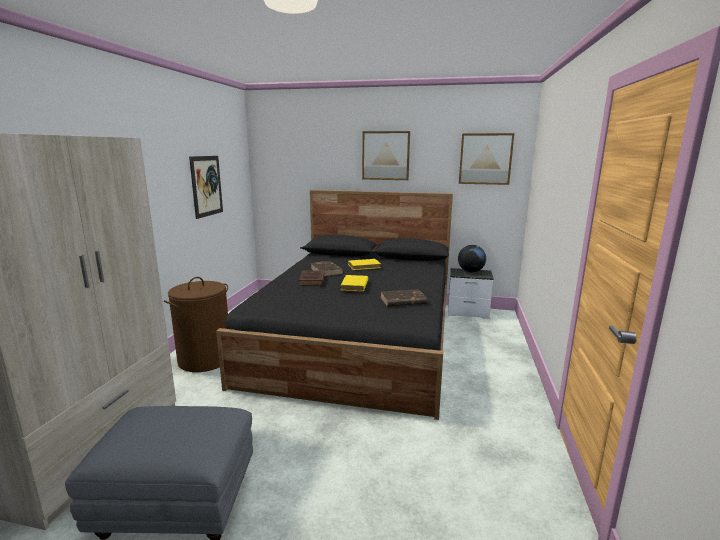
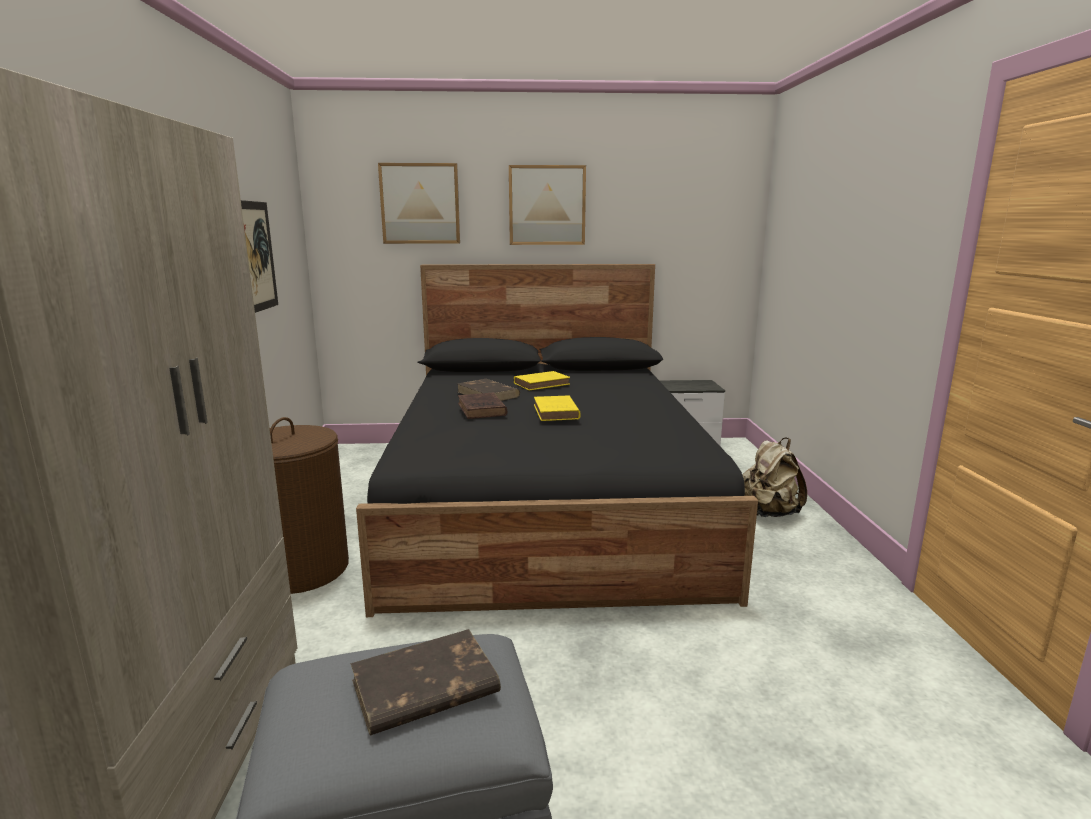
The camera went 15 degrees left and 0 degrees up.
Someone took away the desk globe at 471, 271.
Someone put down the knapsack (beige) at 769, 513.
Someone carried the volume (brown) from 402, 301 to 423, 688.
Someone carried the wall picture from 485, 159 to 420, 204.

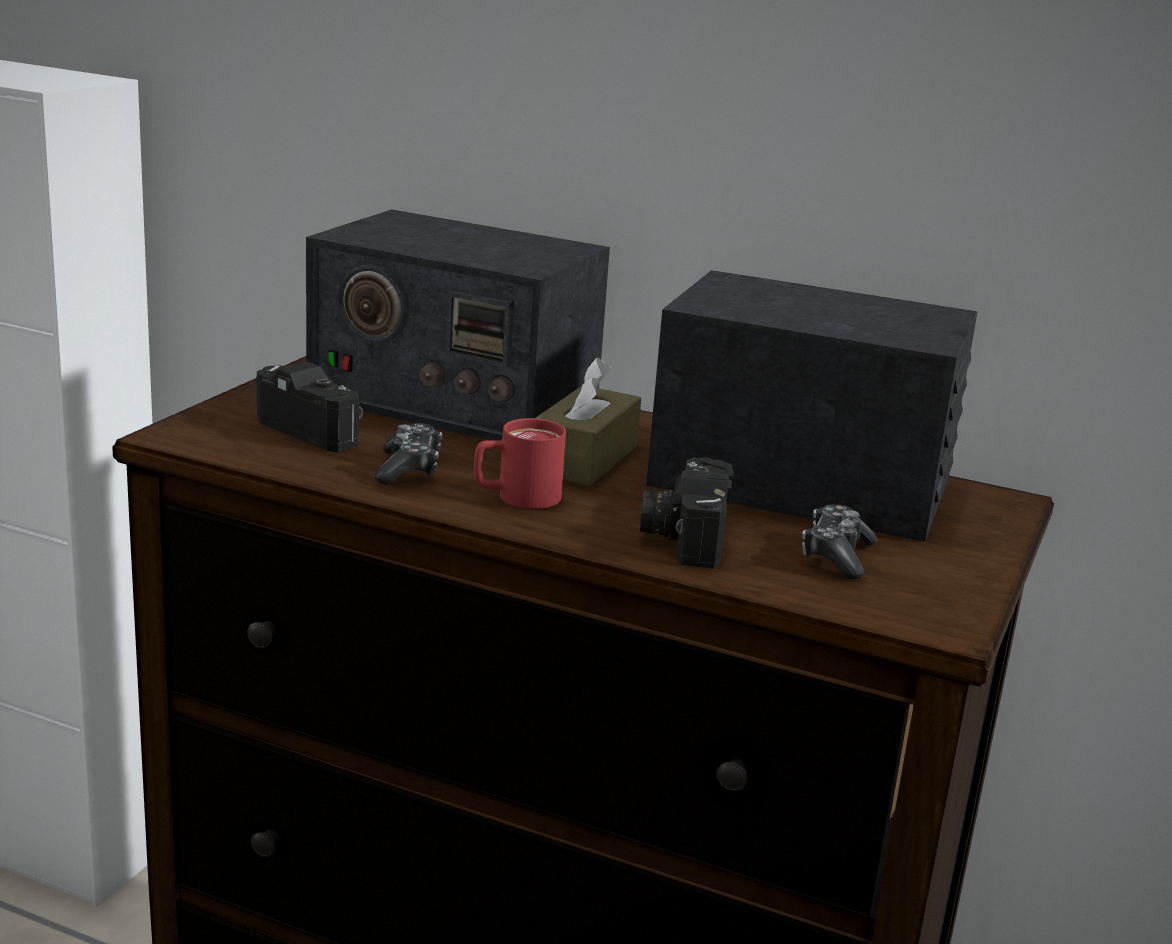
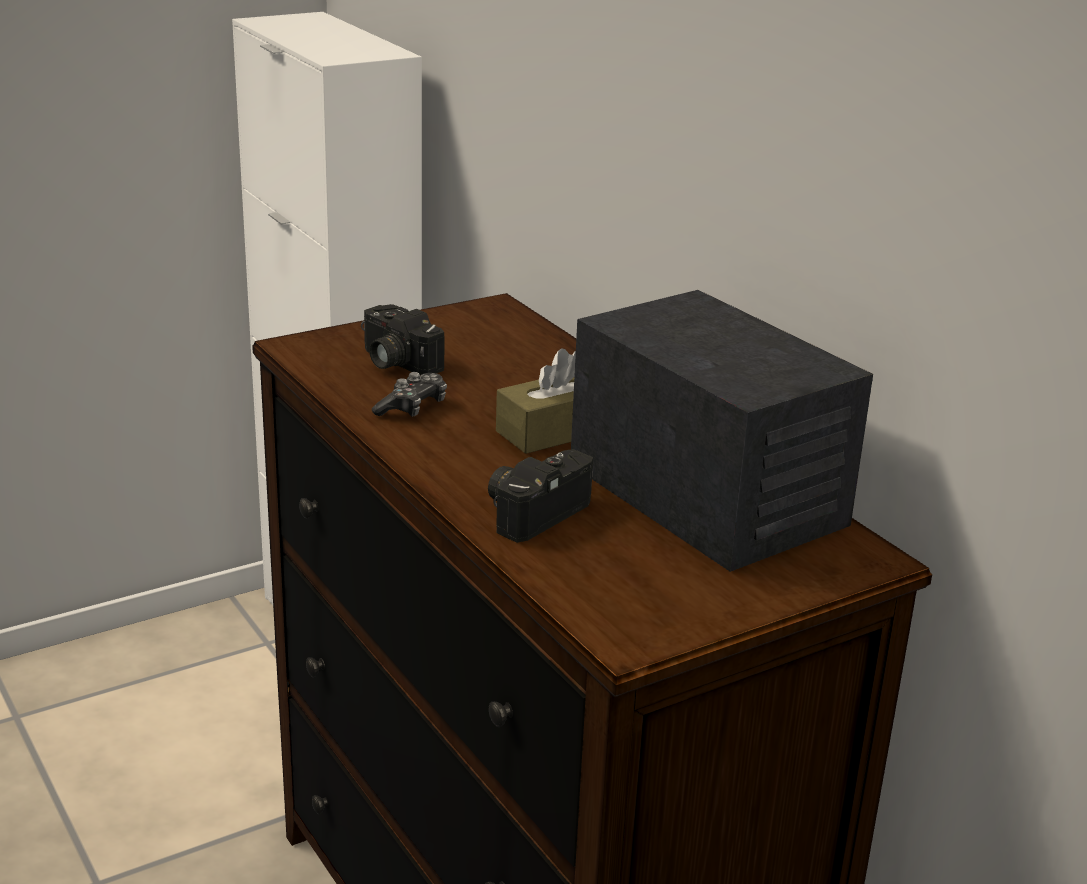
The camera went 35 degrees right and 5 degrees up.
Someone took away the radio set at 452, 400.
Someone took away the coffee mug (reddish) at 516, 498.
Someone took away the game controller at 836, 556.
Someone rotated the photo camera at 318, 429 by 150 degrees clockwise.

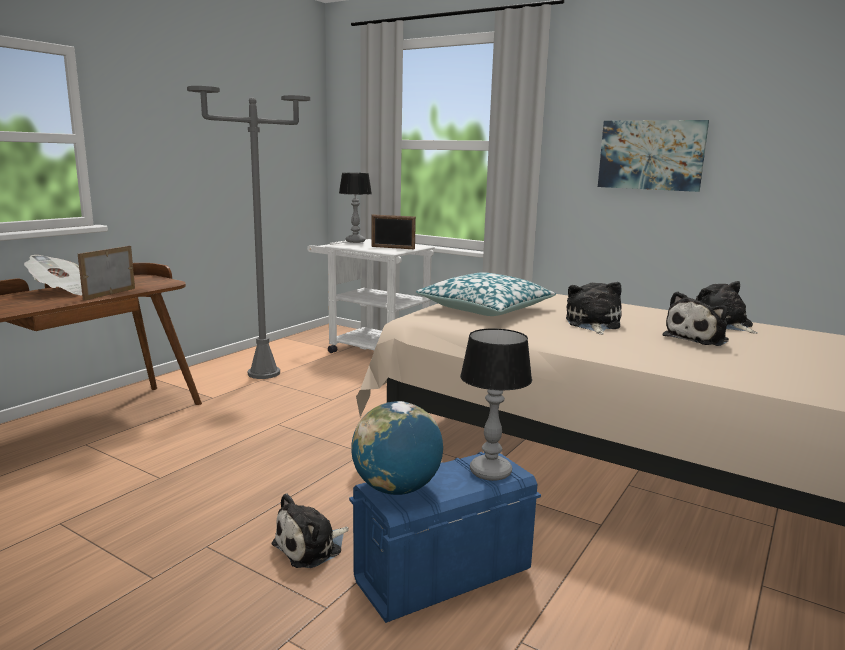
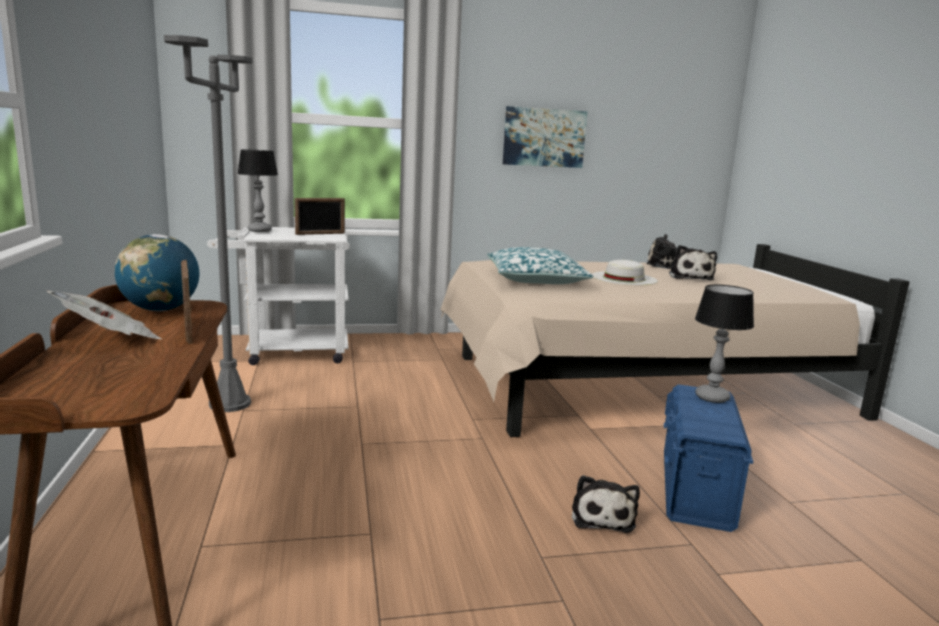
The camera went 45 degrees left and 0 degrees up.
Someone carried the desk globe from 396, 489 to 160, 309.
Someone swapped the cuddly toy at 592, 324 for the clothing hat (white) at 624, 278.

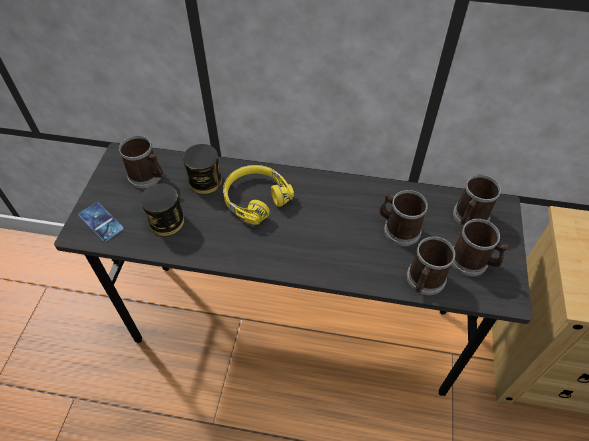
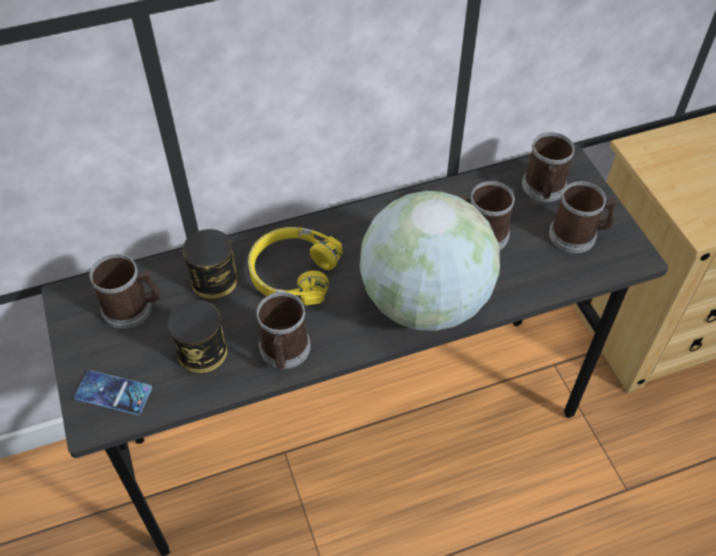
The camera went 30 degrees left and 0 degrees up.
Someone put down the desk globe at 425, 301.
Someone carried the coffee mug from 424, 281 to 284, 352.

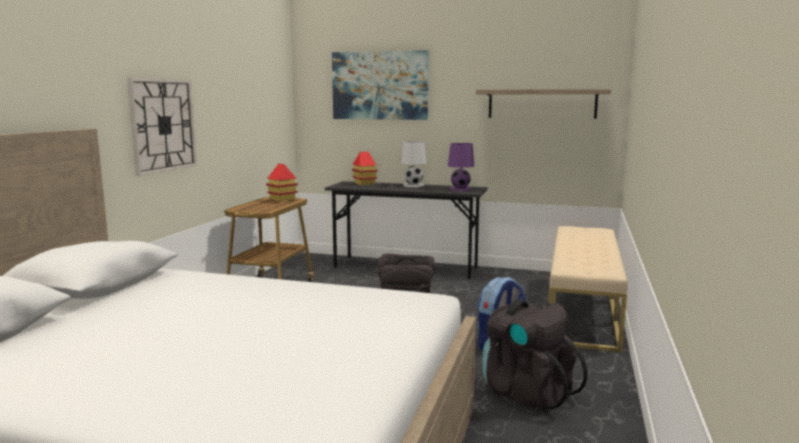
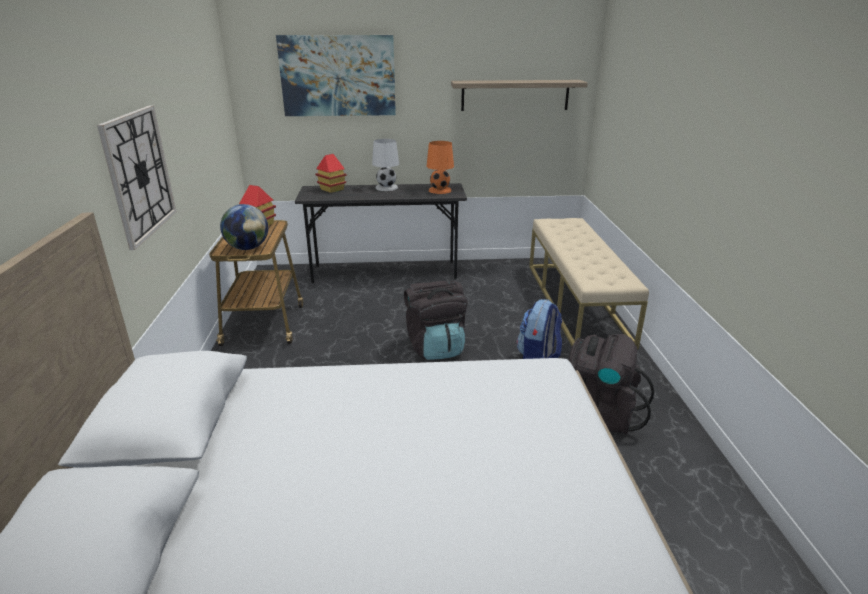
The camera went 20 degrees left and 15 degrees up.
Someone put down the desk globe at 248, 248.
Someone repainted the lamp for a table (purplish) at 460, 189, which became the lamp for a table (orangey) at 440, 190.

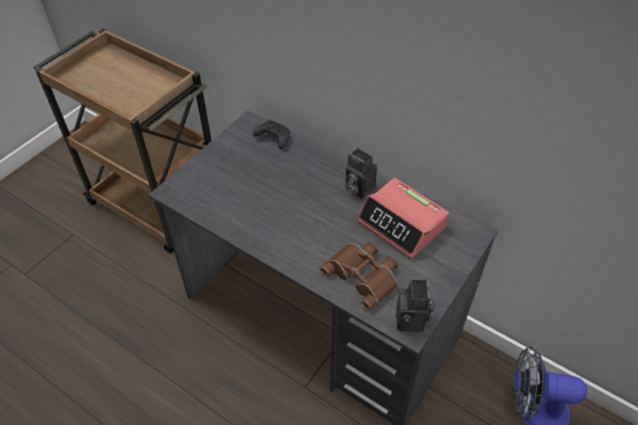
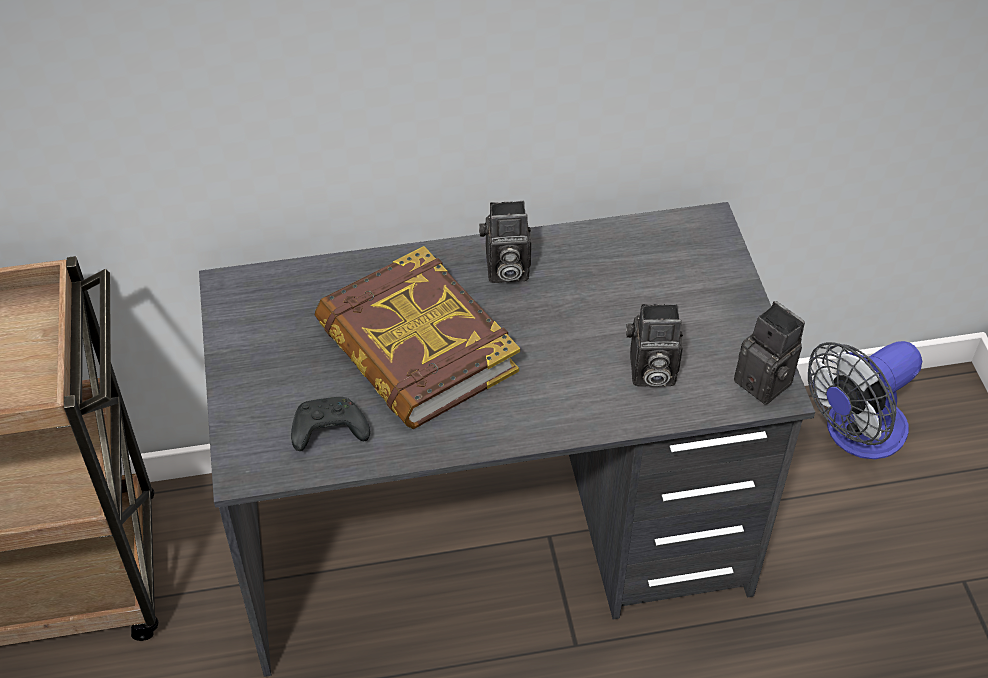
The camera went 45 degrees left and 0 degrees up.
Someone took away the table clock at 402, 224.
Someone put down the volume at 415, 349.
Someone carried the game controller (blackish) from 273, 138 to 327, 432.
Someone swapped the pair of binoculars (brown) at 364, 275 for the photo camera at 649, 373.

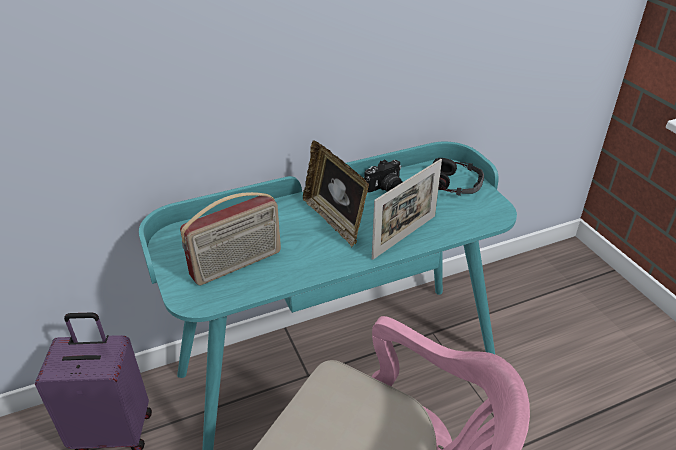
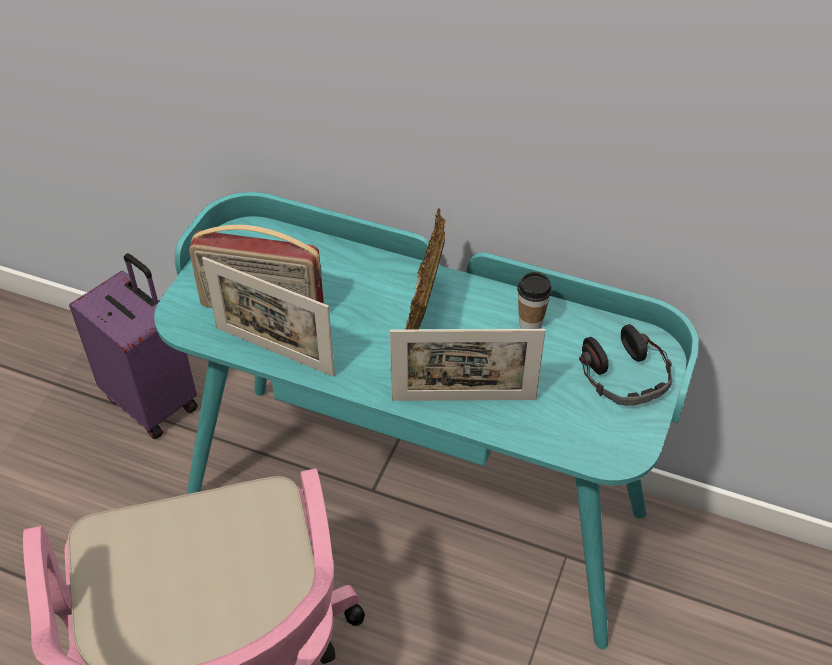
The camera went 45 degrees right and 10 degrees up.
Someone put down the standing frame at 274, 351.
Someone swapped the photo camera at 385, 189 for the small cup at 530, 323.

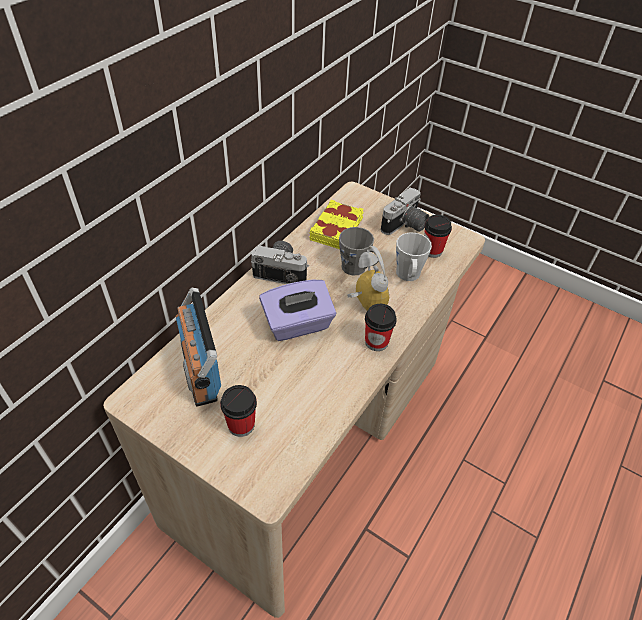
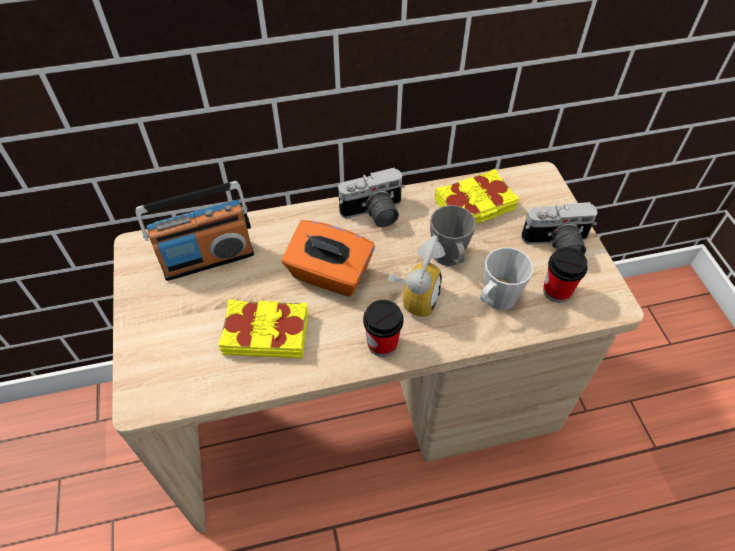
The camera went 45 degrees right and 5 degrees up.
Someone took away the small cup at 241, 425.
Someone put down the volume (yellowish) at 266, 332.
Someone repainted the tissue box (purplish) at 298, 325, which became the tissue box (orangey) at 329, 275.
Someone rotated the radio set at 200, 370 by 135 degrees counterclockwise.
Someone rotated the photo camera at 282, 271 by 105 degrees clockwise.

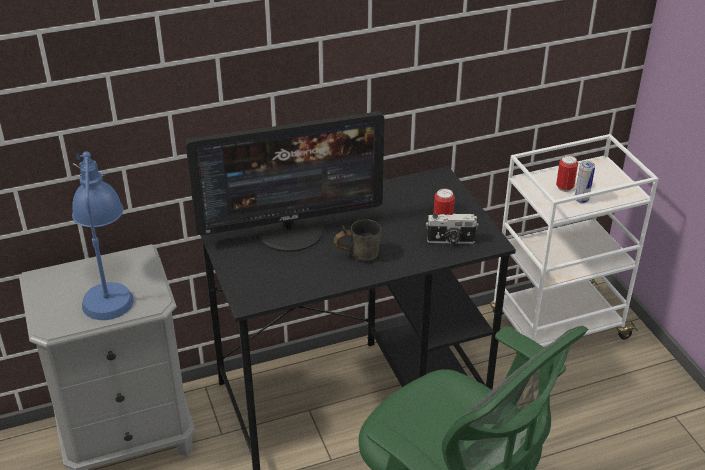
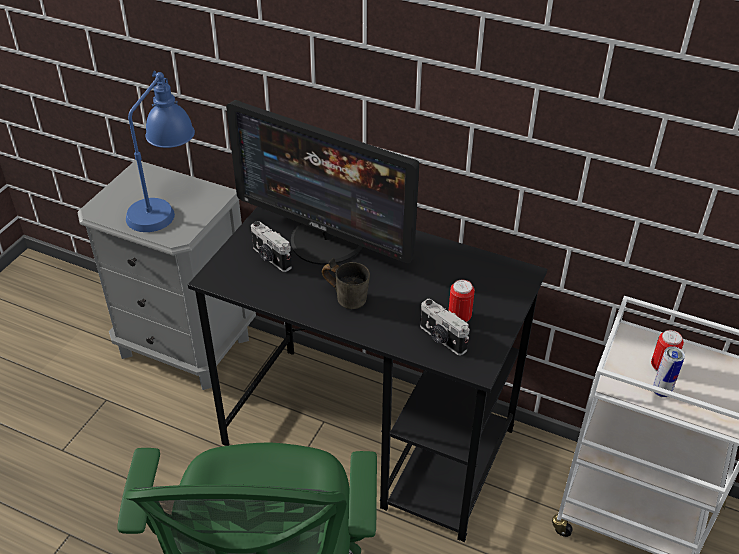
The camera went 45 degrees right and 5 degrees up.
Someone put down the photo camera at 271, 258.

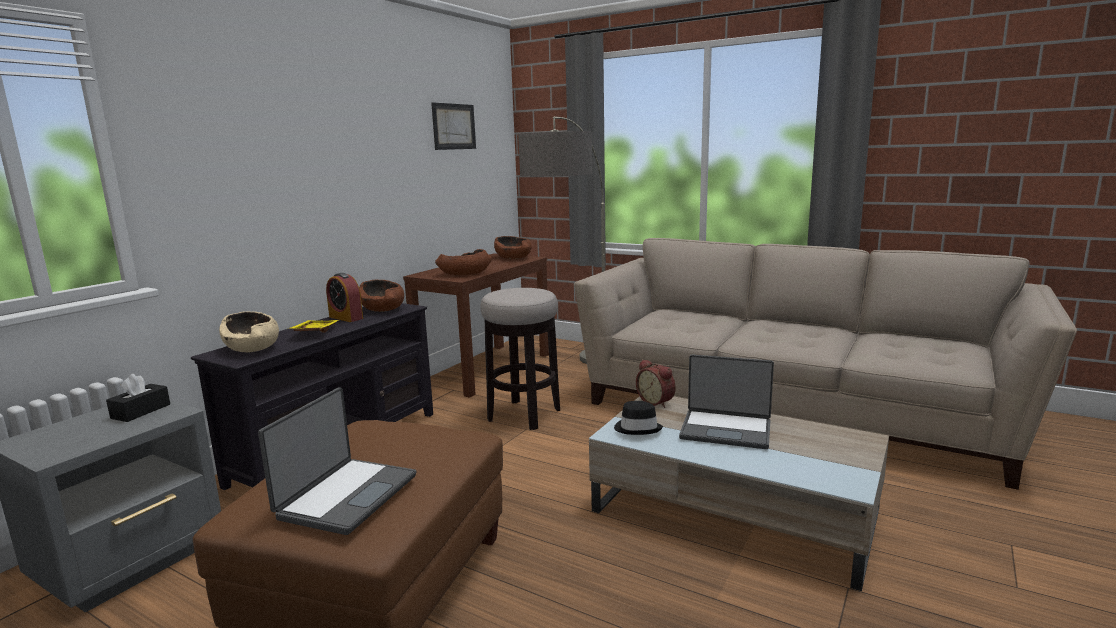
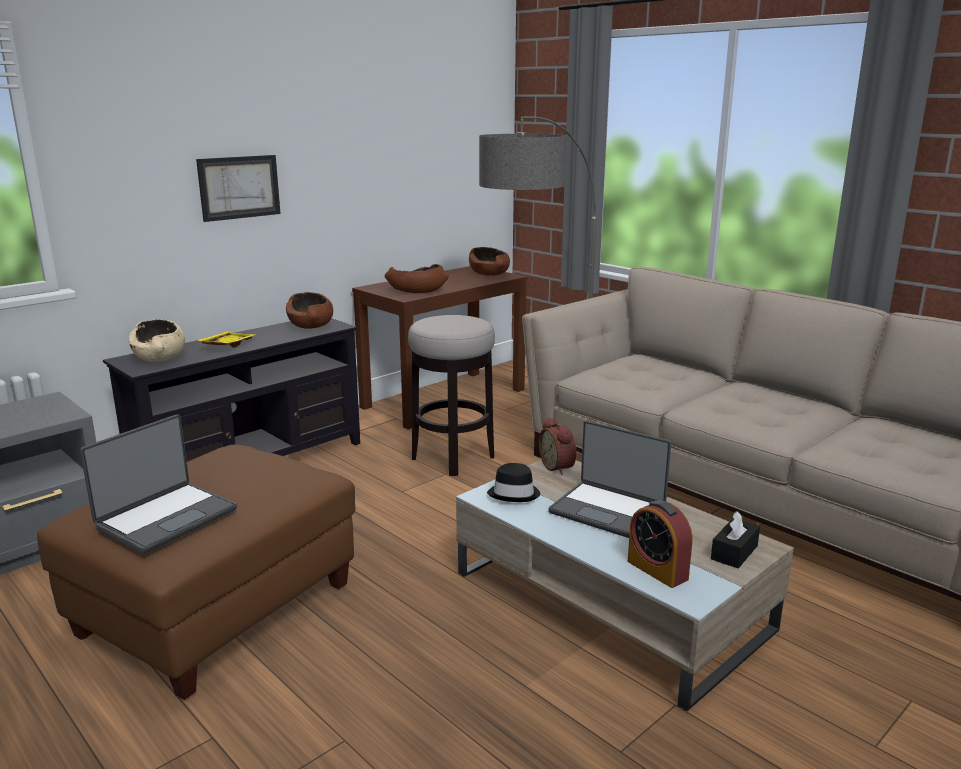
The camera went 15 degrees right and 5 degrees up.
Someone carried the tissue box (blackish) from 141, 411 to 734, 552.
Someone carried the table clock from 346, 318 to 657, 570.
Someone carried the wall picture from 453, 126 to 239, 187.

